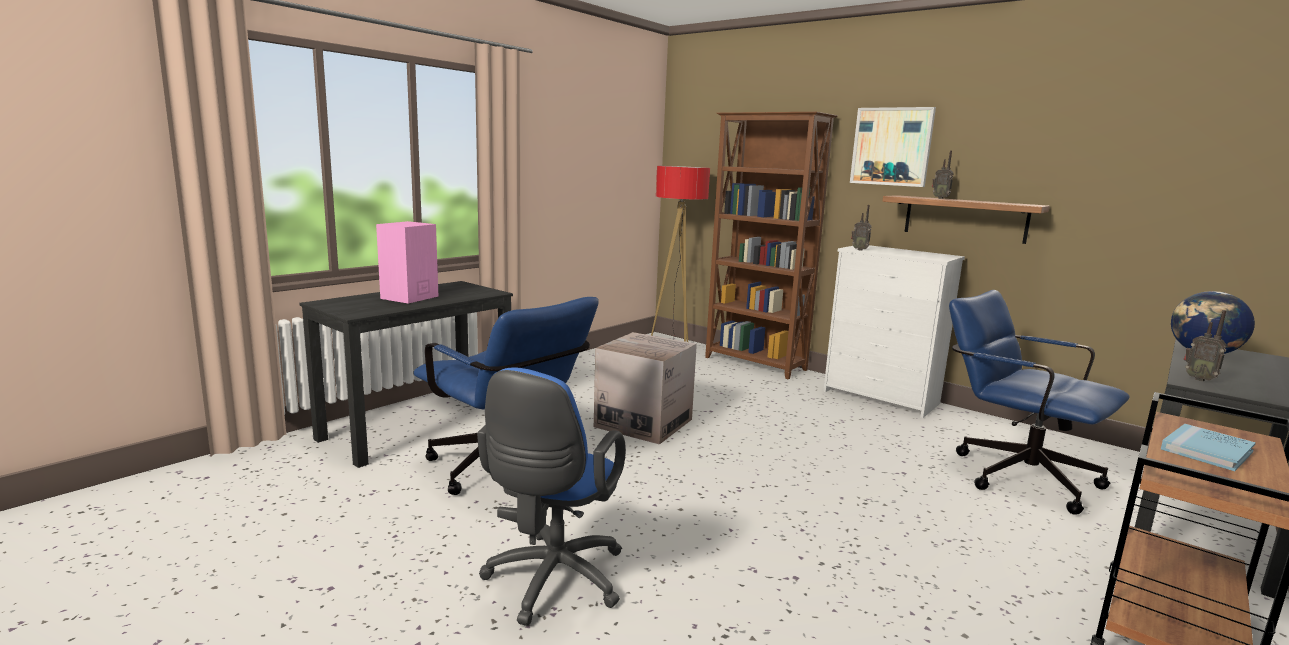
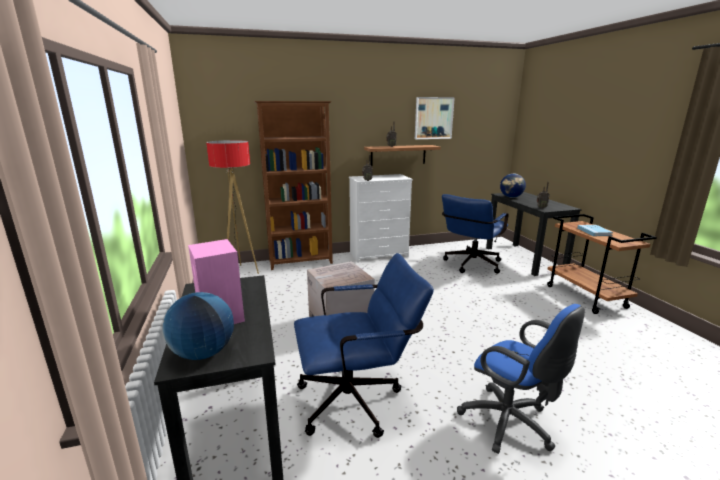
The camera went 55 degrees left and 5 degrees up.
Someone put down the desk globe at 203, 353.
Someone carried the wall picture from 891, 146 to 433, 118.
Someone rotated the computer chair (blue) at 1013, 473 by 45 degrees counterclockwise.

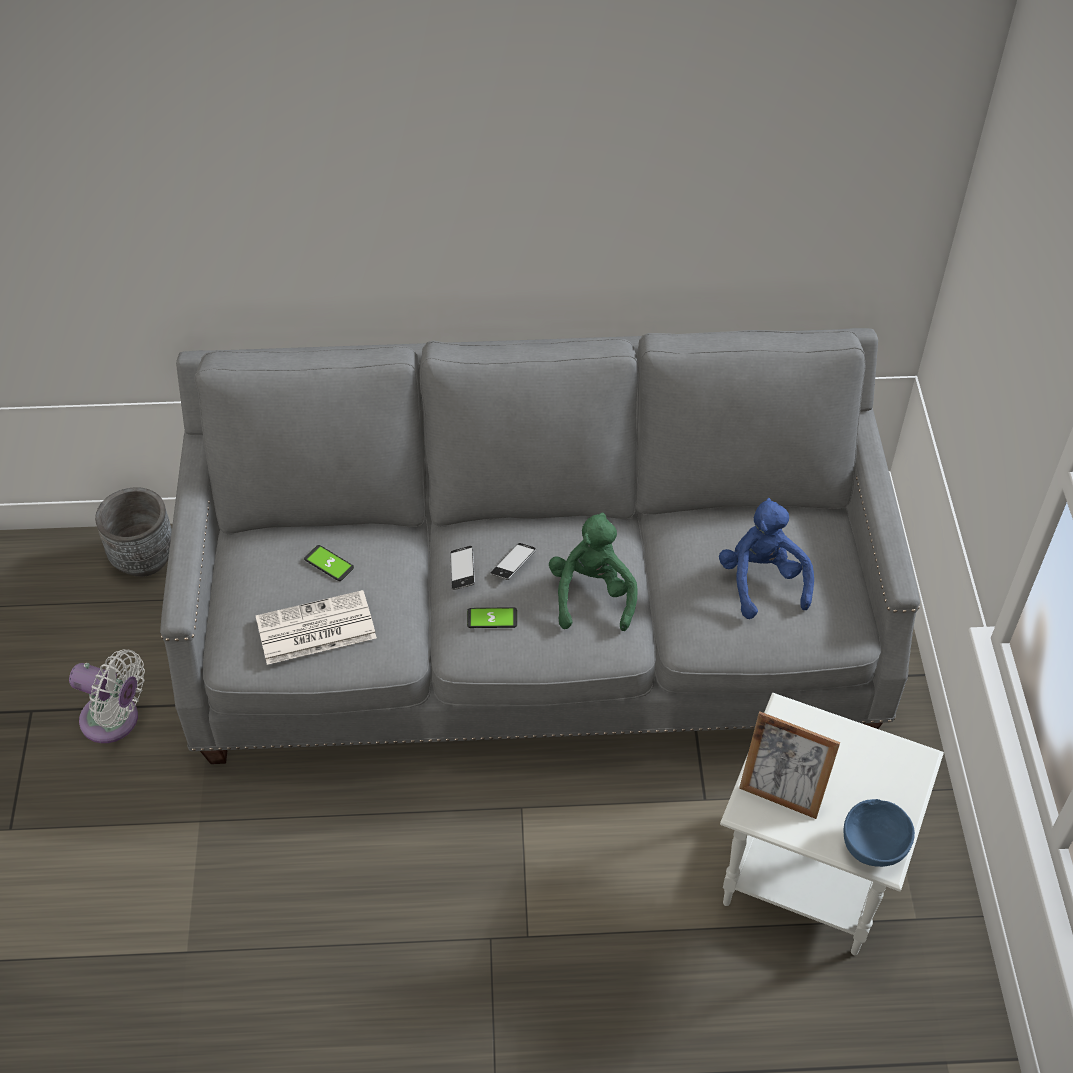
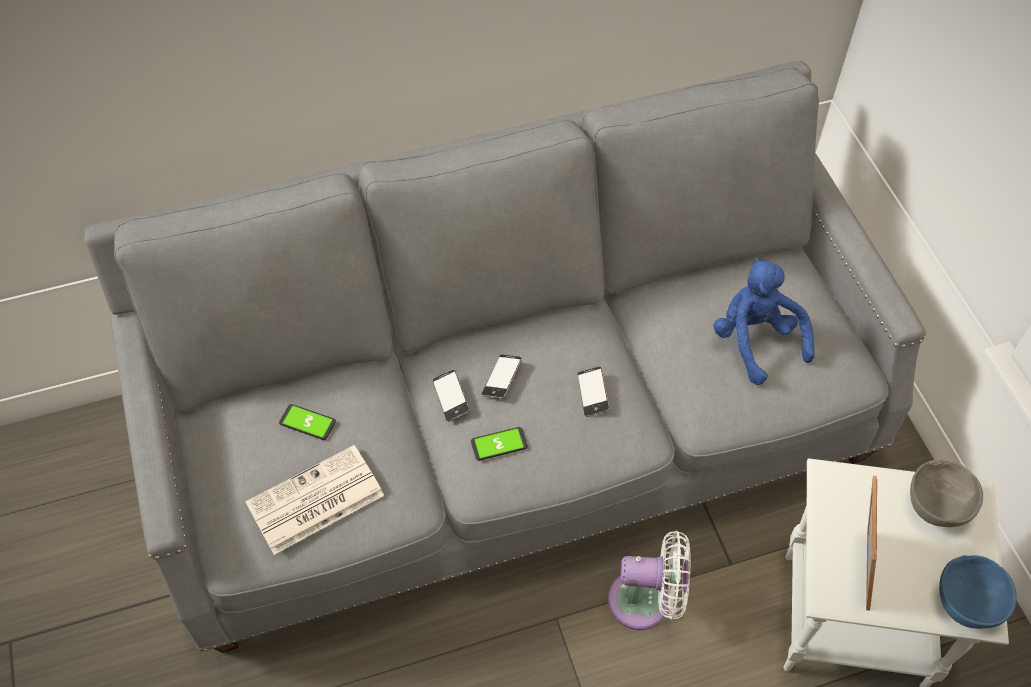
The camera went 15 degrees left and 5 degrees up.
Someone took away the plant pot (gray) at 144, 558.
Someone put down the bowl (gray) at 937, 506.
Someone carried the electric fan (white) from 115, 720 to 646, 601.
Someone swapped the cuddly toy (green-coloured) at 592, 595 for the handset at 592, 394.
Someone rotated the standing frame at 781, 794 by 90 degrees counterclockwise.

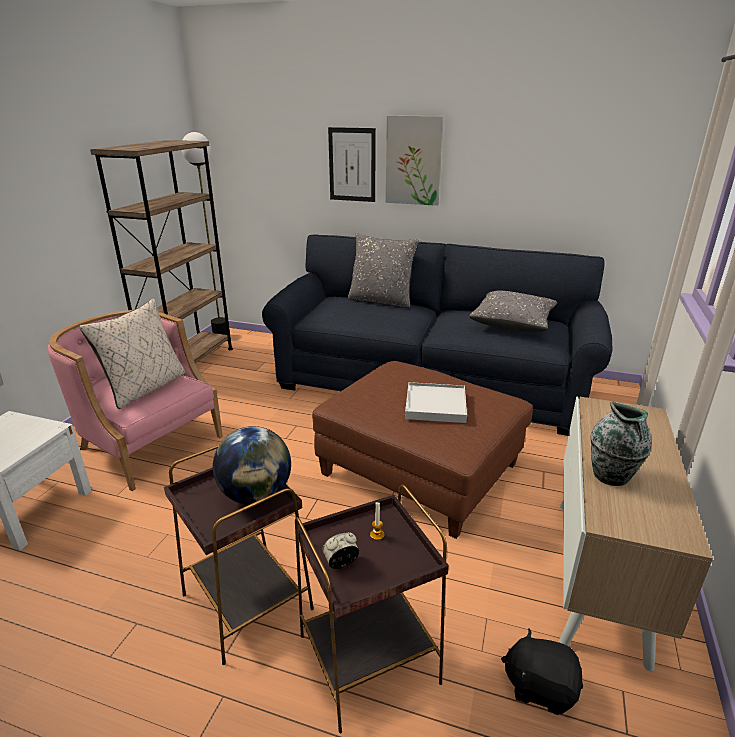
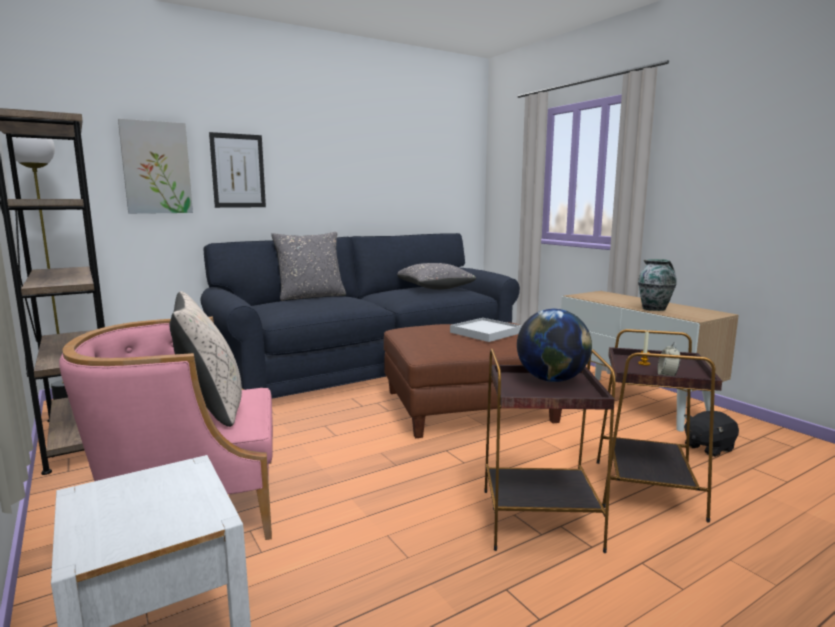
The camera went 50 degrees left and 15 degrees down.
Someone carried the wall picture from 413, 161 to 156, 168.

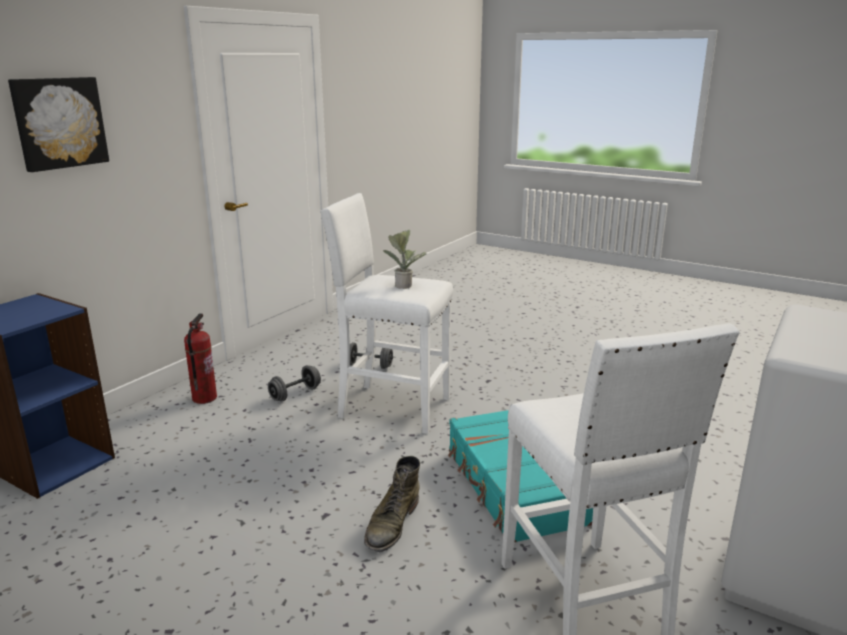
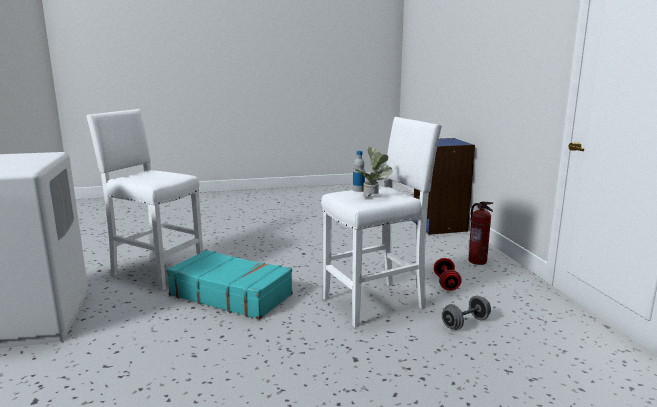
The camera went 135 degrees right and 5 degrees down.
Someone took away the wall picture at 59, 123.
Someone took away the boot (green-coloured) at 392, 524.
Someone put down the beverage bottle at 358, 190.
Someone repainted the hand weight (gray) at 295, 394, which became the hand weight (reddish) at 446, 283.

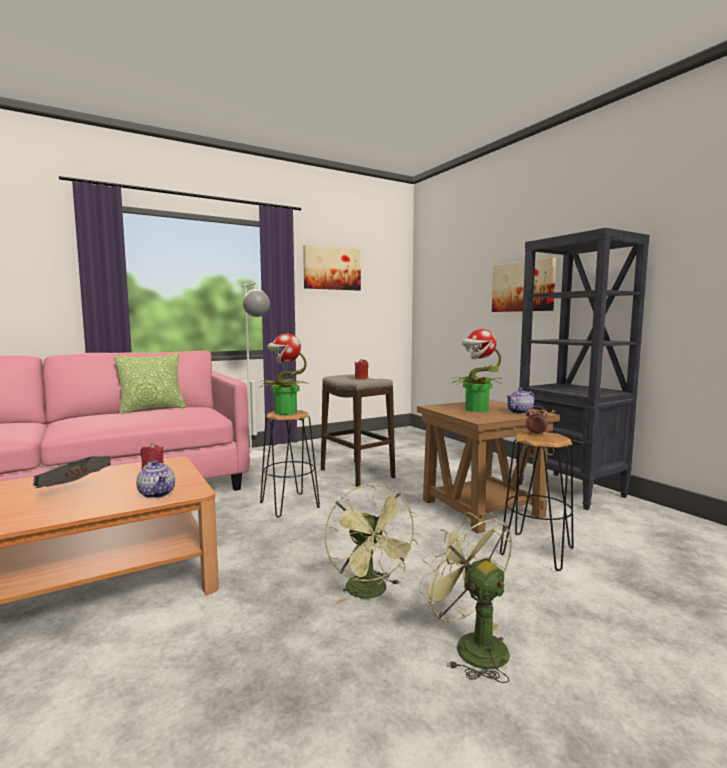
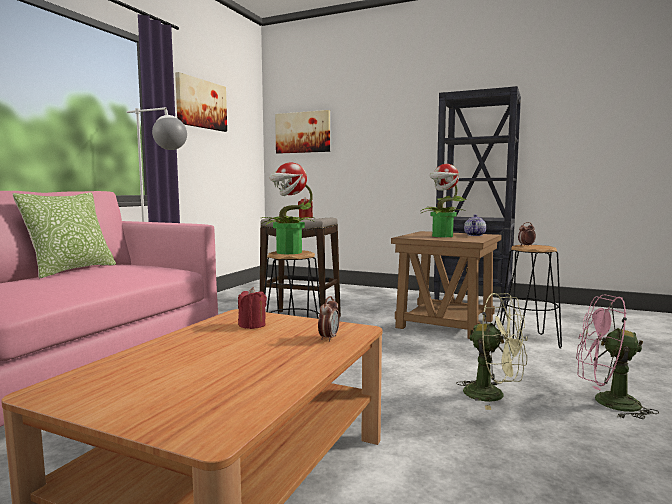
The camera went 35 degrees left and 0 degrees up.
Someone took away the daily paper at 74, 491.
Someone carried the wall picture from 523, 286 to 303, 132.
Someone swapped the pot for tea at 157, 494 for the table clock at 328, 338.
Someone repainted the electric fan (green-coloured) at 471, 646, which became the electric fan (pinkish) at 606, 402.

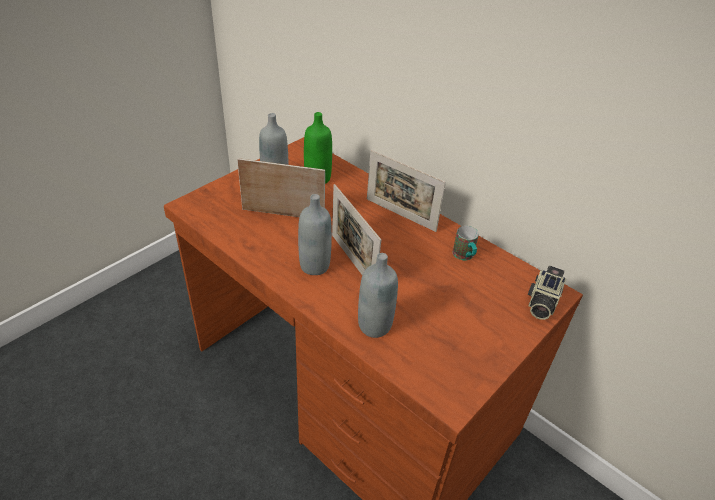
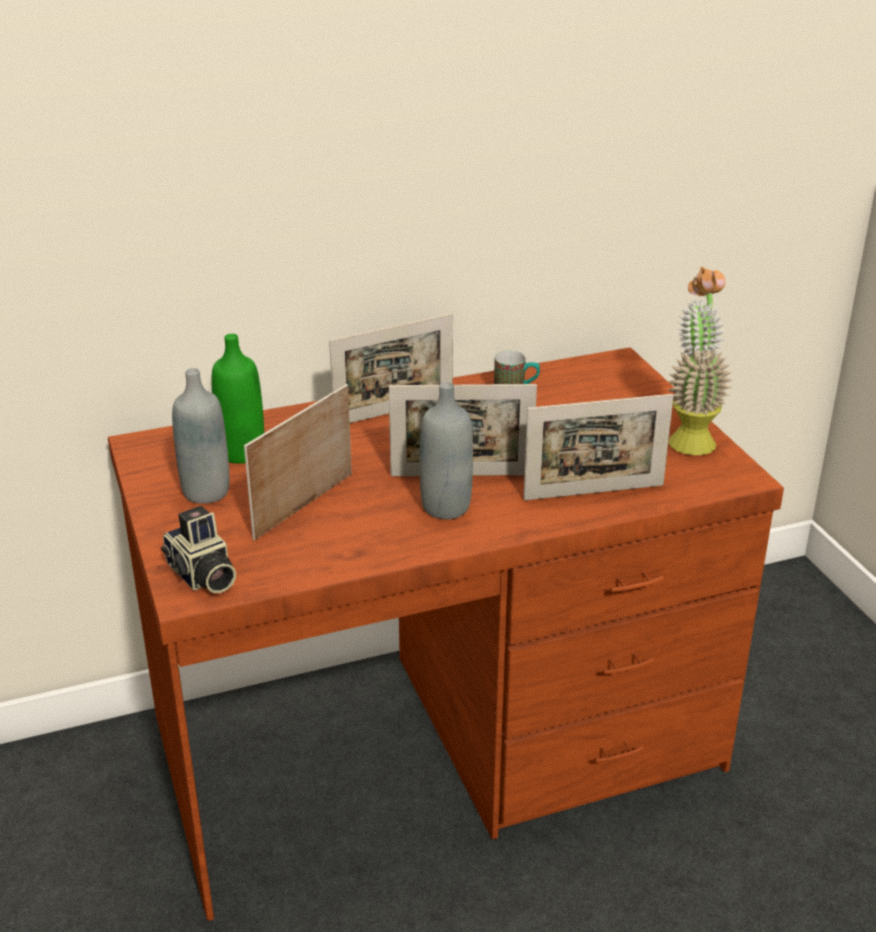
The camera went 60 degrees left and 10 degrees down.
Someone put down the plant in a pot at 690, 437.
Someone carried the photo camera from 541, 303 to 201, 576.
Someone swapped the beverage bottle (gray) at 374, 326 for the standing frame at 594, 492.

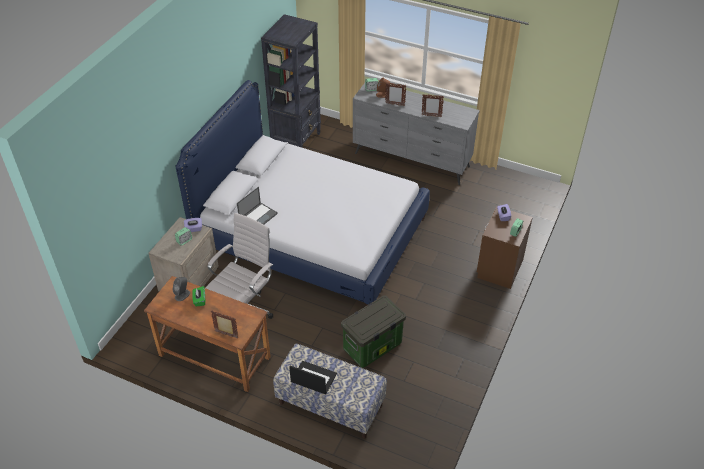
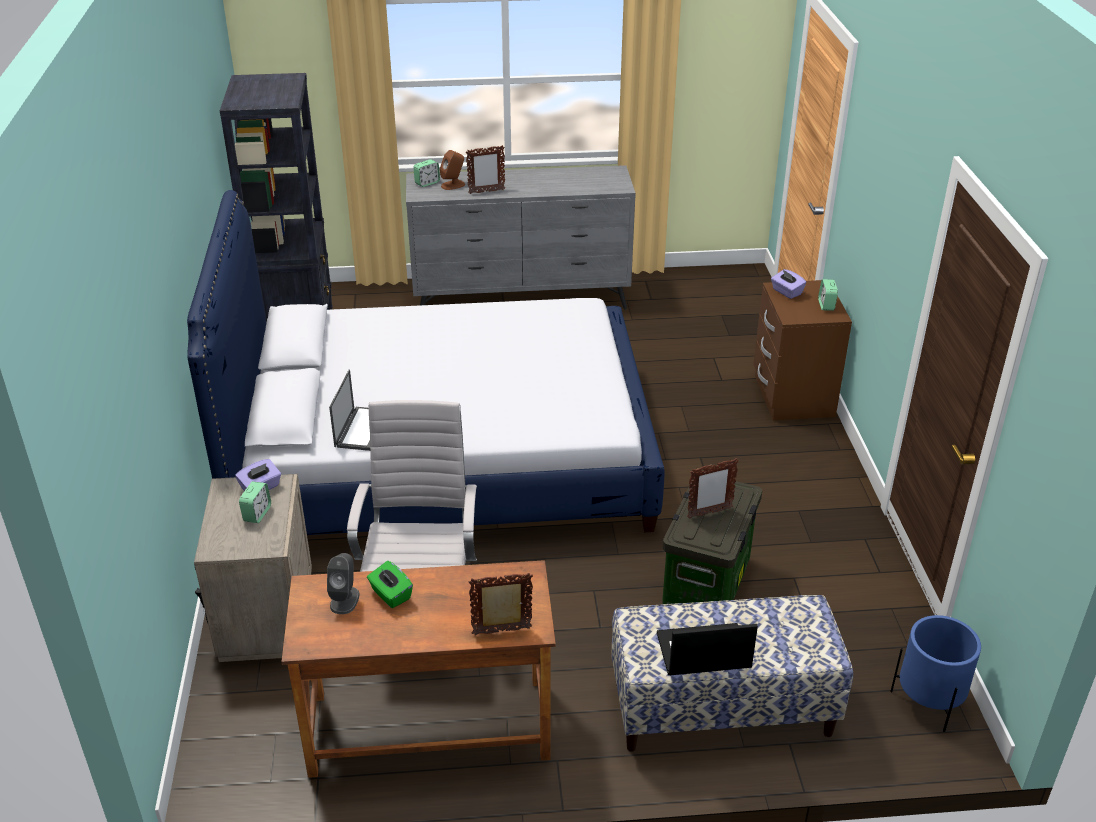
The camera went 30 degrees left and 10 degrees down.
Someone put down the plant pot (blue) at 928, 702.
Someone carried the standing frame from 431, 116 to 709, 513.

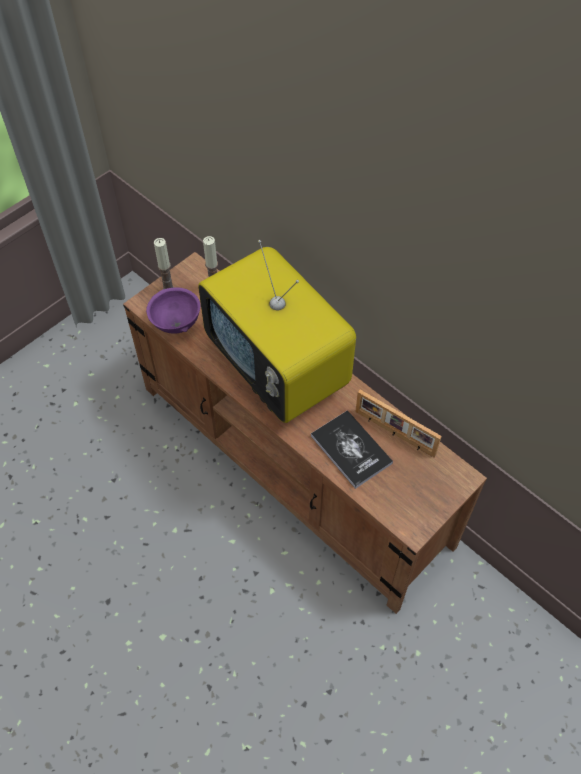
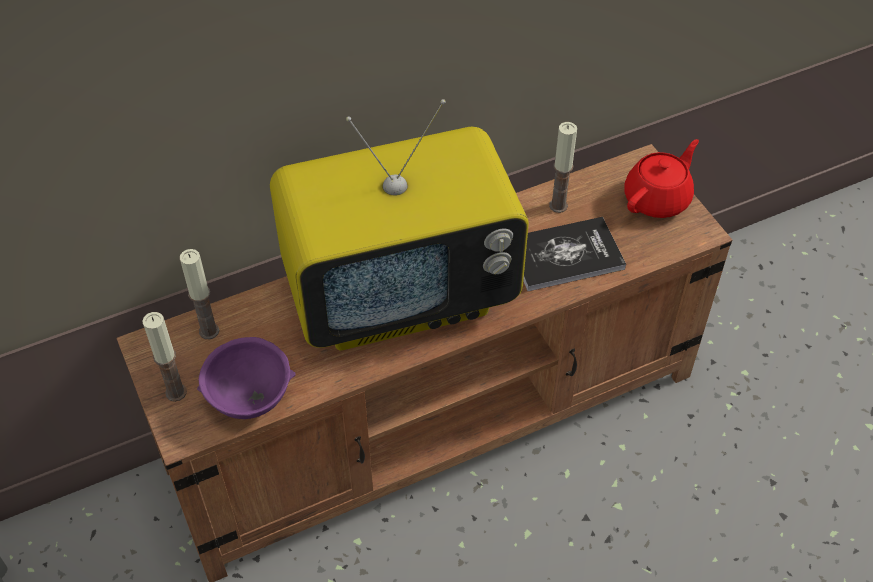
The camera went 70 degrees left and 5 degrees down.
Someone put down the pot for tea (reddish) at 658, 199.
Someone swapped the standing frame at 394, 434 for the candle at 558, 205.

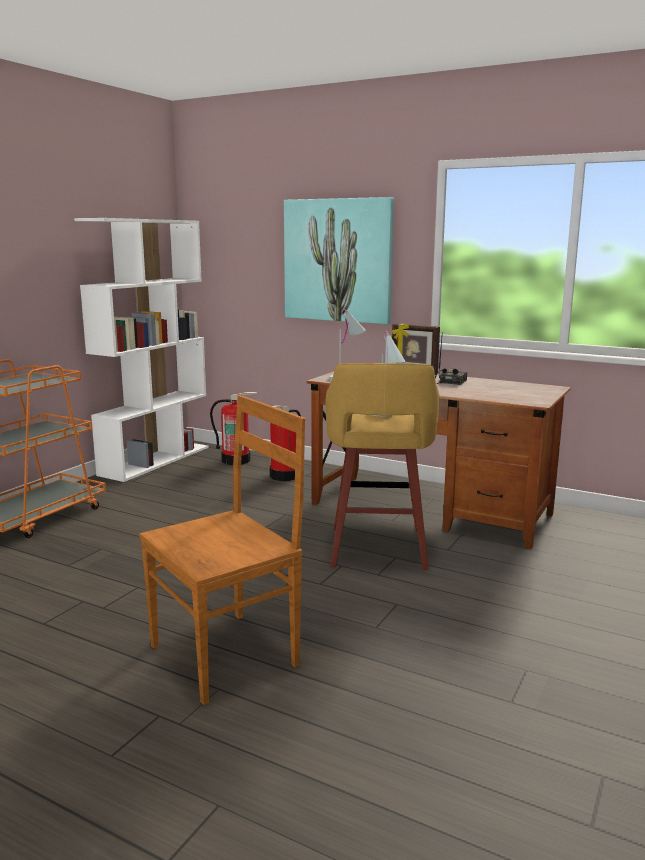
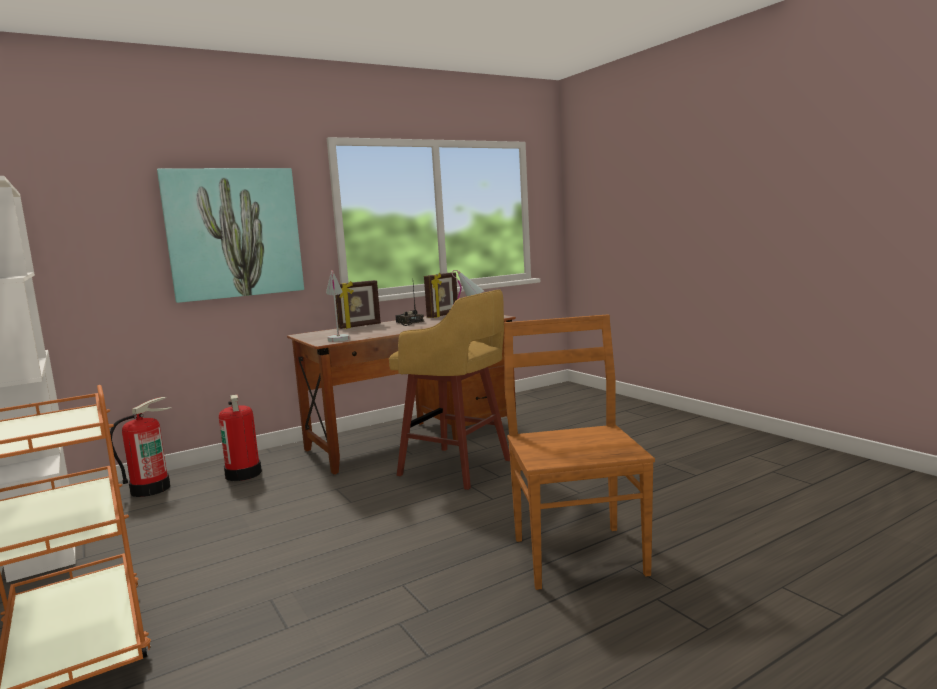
The camera went 60 degrees left and 5 degrees down.
Someone put down the standing frame at 443, 315.

